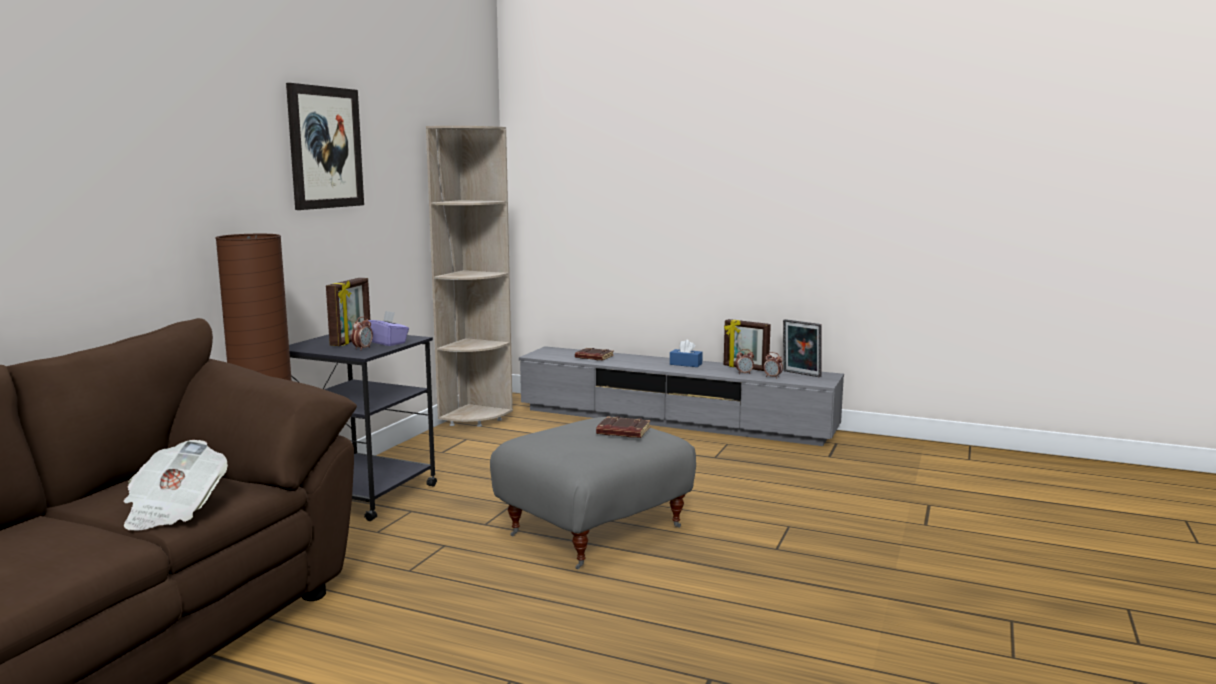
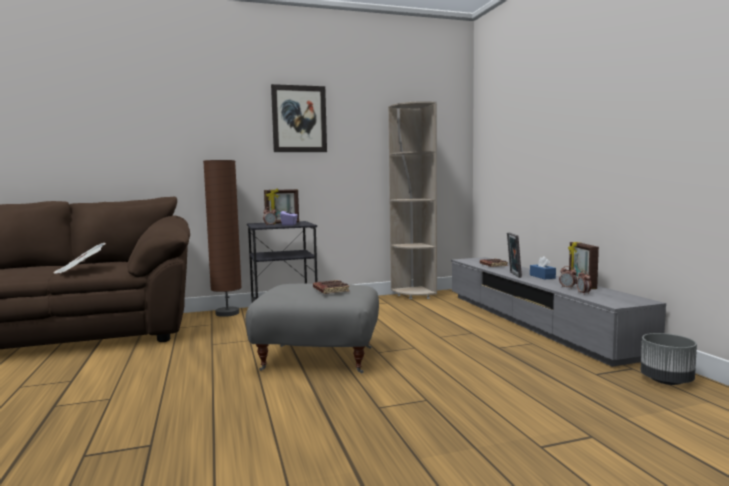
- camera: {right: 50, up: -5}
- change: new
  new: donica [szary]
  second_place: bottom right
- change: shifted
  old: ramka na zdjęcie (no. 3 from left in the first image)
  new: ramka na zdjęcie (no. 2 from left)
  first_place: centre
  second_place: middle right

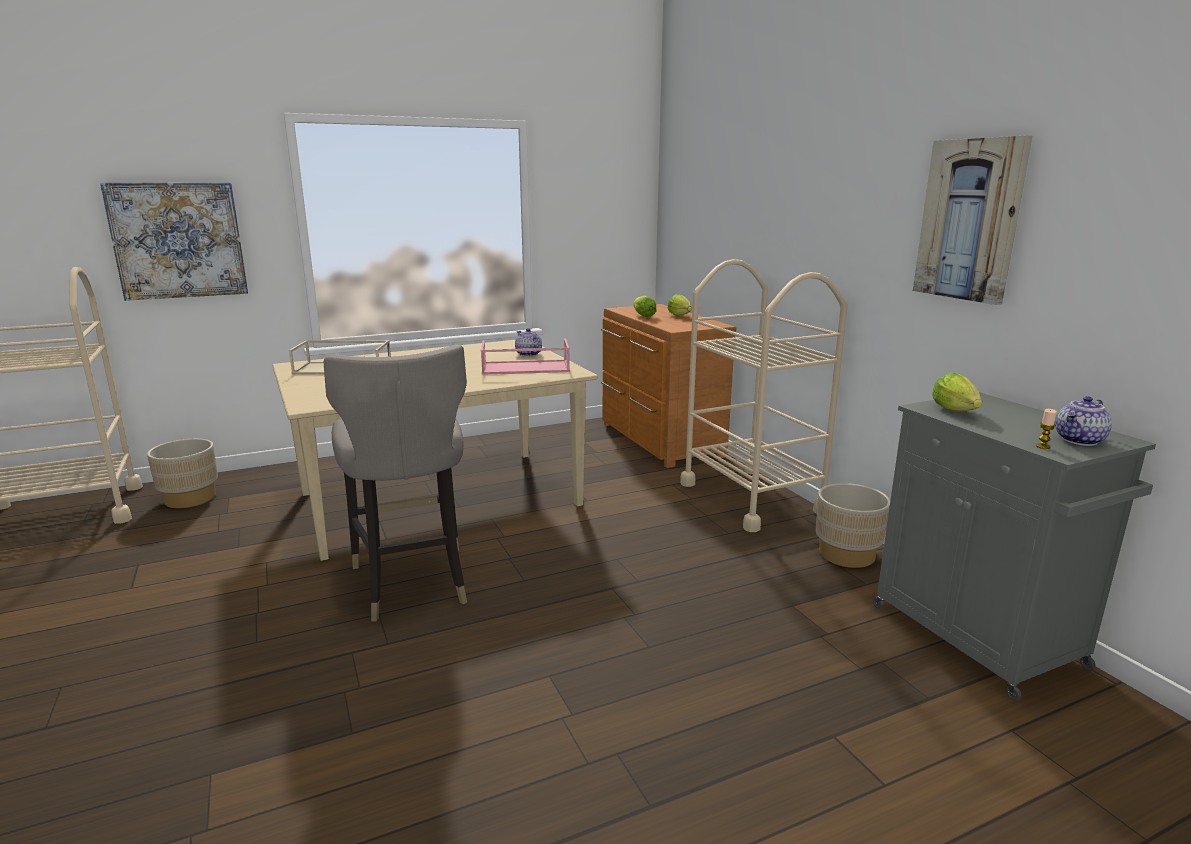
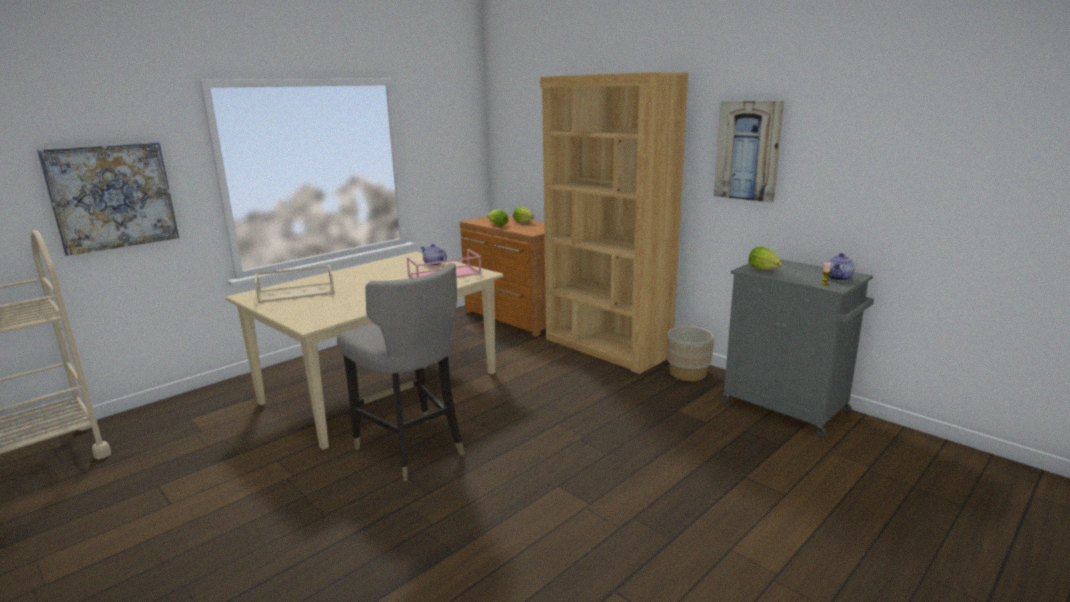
- camera: {right: -20, up: 0}
- change: gone
  old: donica [beżowy] (no. 1 from left)
  first_place: middle left
- change: swapped
  old: wózek [beżowy] (no. 2 from left)
  new: regał [brązowy]
  first_place: centre
  second_place: centre

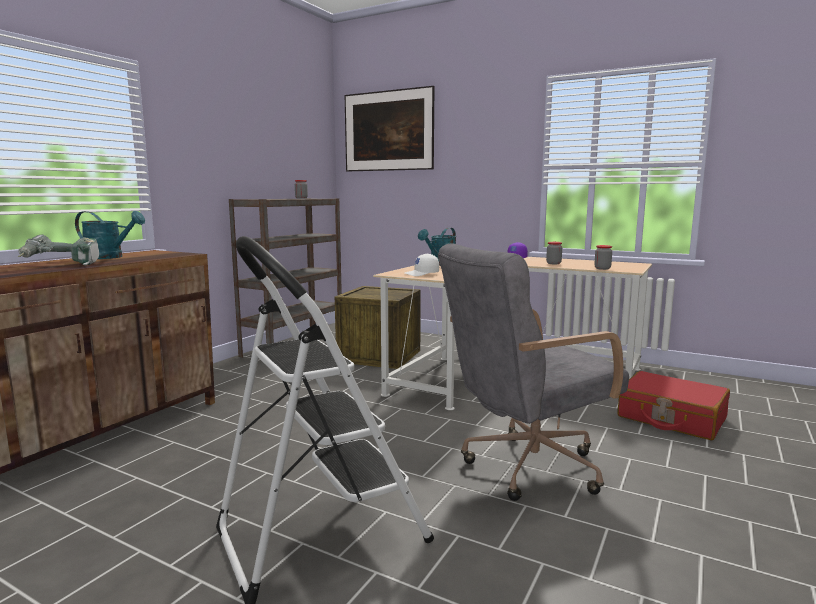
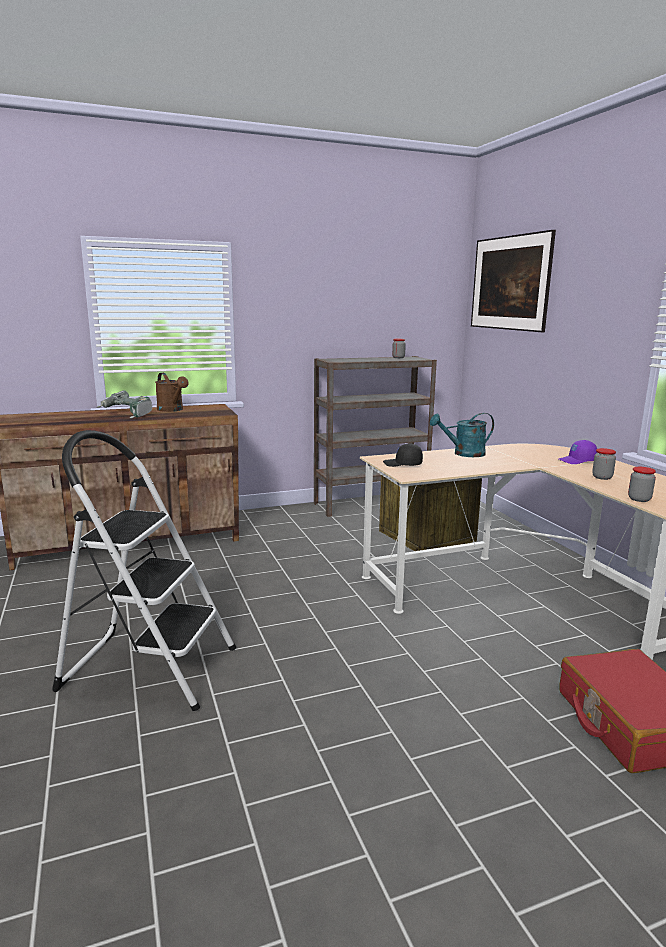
- camera: {right: 40, up: 5}
- change: gone
  old: krzesło biurowe [szary]
  first_place: centre
- change: repainted
  old: konewka [turkusowy] (no. 1 from left)
  new: konewka [brązowy]
  first_place: middle left
  second_place: middle left
- change: repainted
  old: czapka z daszkiem [biały]
  new: czapka z daszkiem [czarny]
  first_place: centre
  second_place: centre

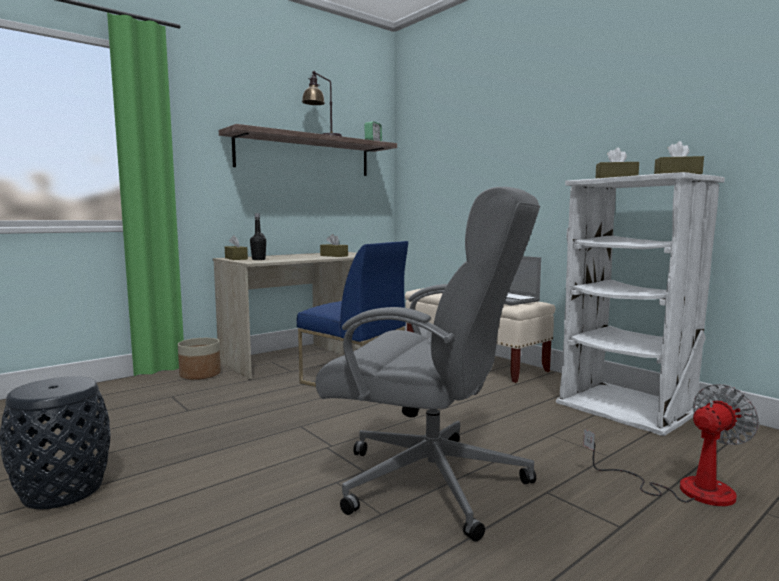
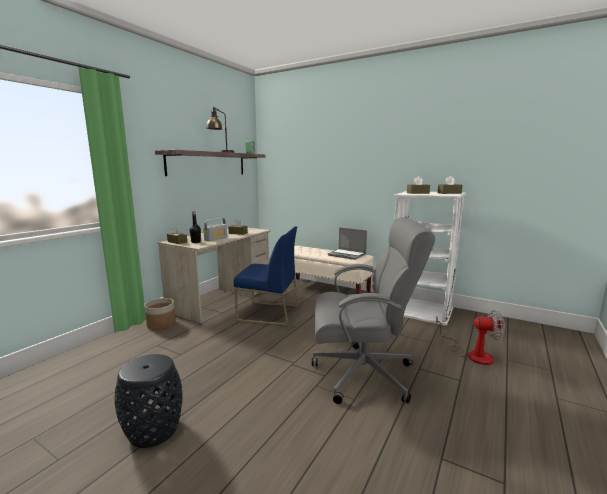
- camera: {right: -20, up: 5}
- change: new
  new: radio
  second_place: centre
- change: rotated
  old: wentylator
  first_place: bottom right
  second_place: bottom right
  degrees: 60

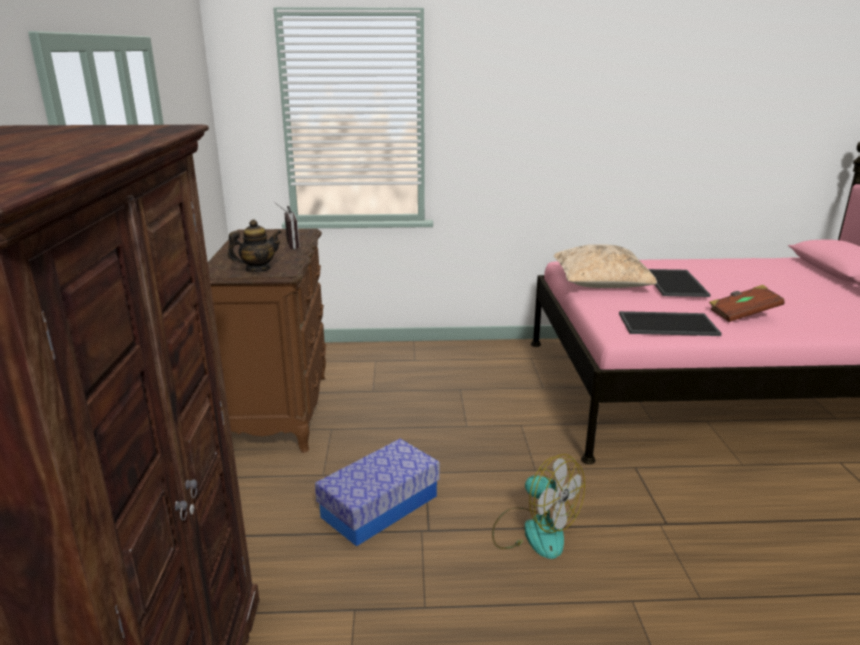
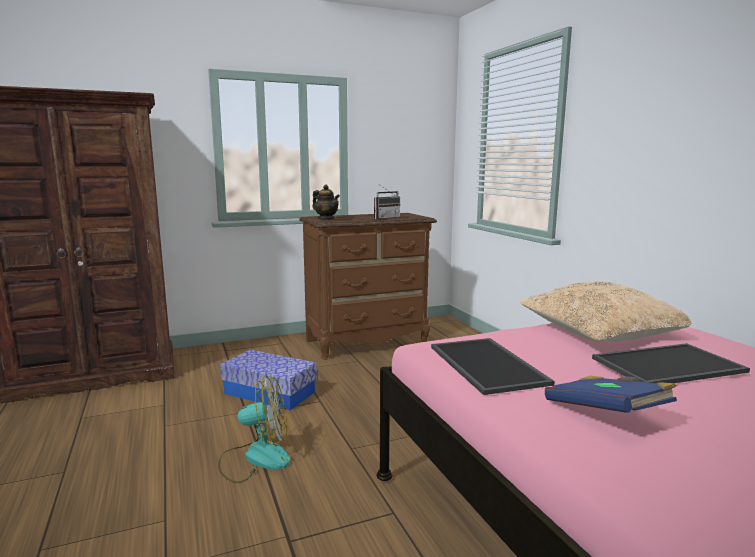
- camera: {right: 70, up: -10}
- change: repainted
  old: książka [brązowy]
  new: książka [niebieski]
  first_place: middle right
  second_place: bottom right
- change: rotated
  old: wentylator
  first_place: bottom centre
  second_place: bottom centre
  degrees: -120

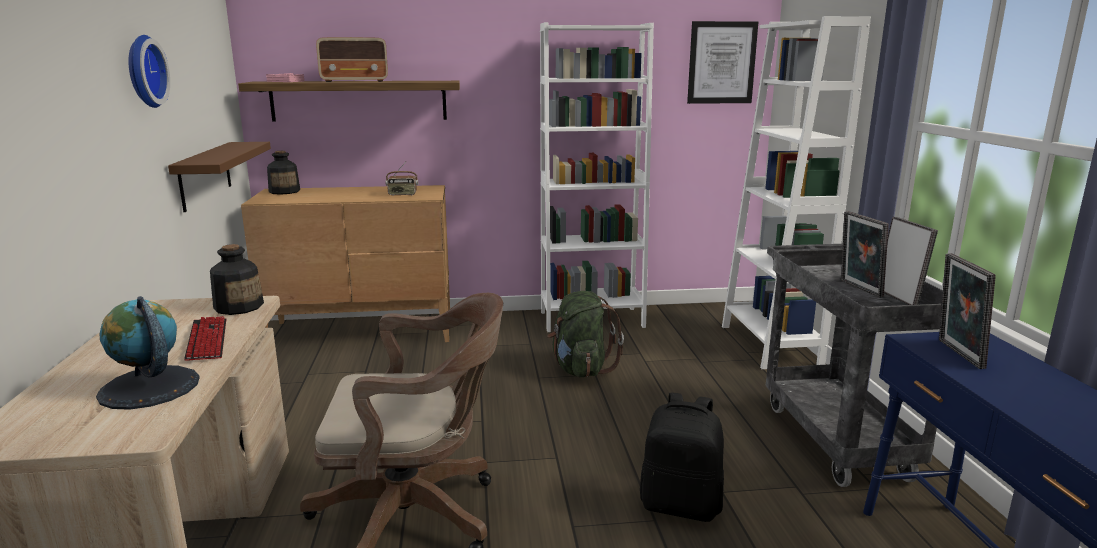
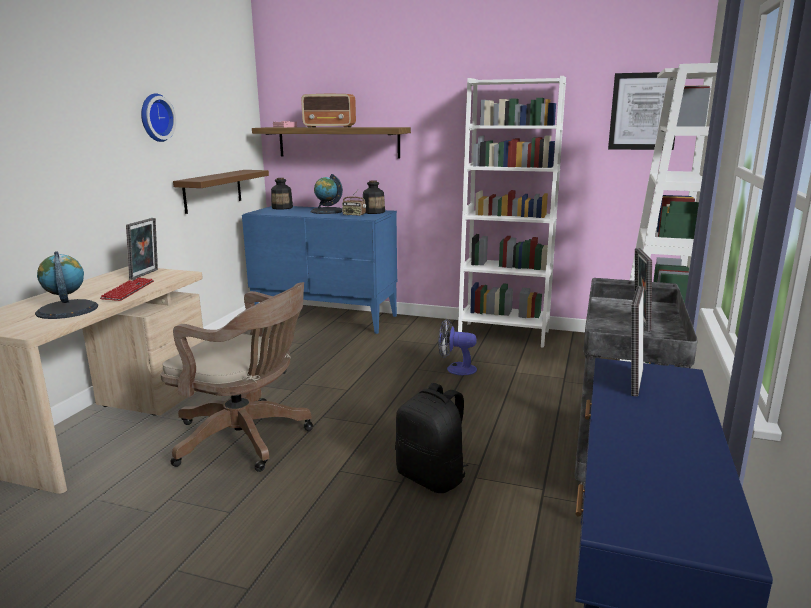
- camera: {right: 25, up: 0}
- change: new
  new: globus (no. 2 from left)
  second_place: top centre
- change: shifted
  old: butelka (no. 1 from left in the first image)
  new: butelka (no. 2 from left)
  first_place: middle left
  second_place: top centre
- change: shifted
  old: ramka na zdjęcie (no. 2 from left in the first image)
  new: ramka na zdjęcie (no. 1 from left)
  first_place: middle right
  second_place: middle left
- change: swapped
  old: plecak [zielony]
  new: wentylator
  first_place: centre
  second_place: centre
- change: repainted
  old: szafka [brązowy]
  new: szafka [niebieski]
  first_place: middle left
  second_place: centre

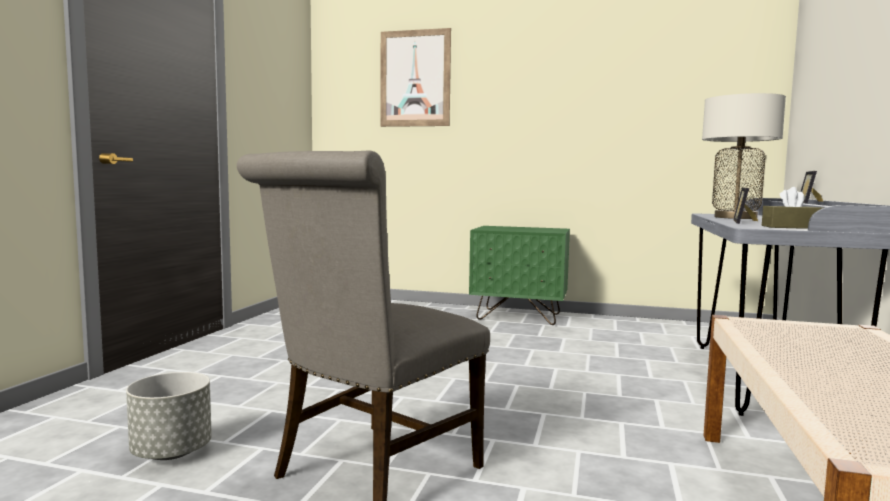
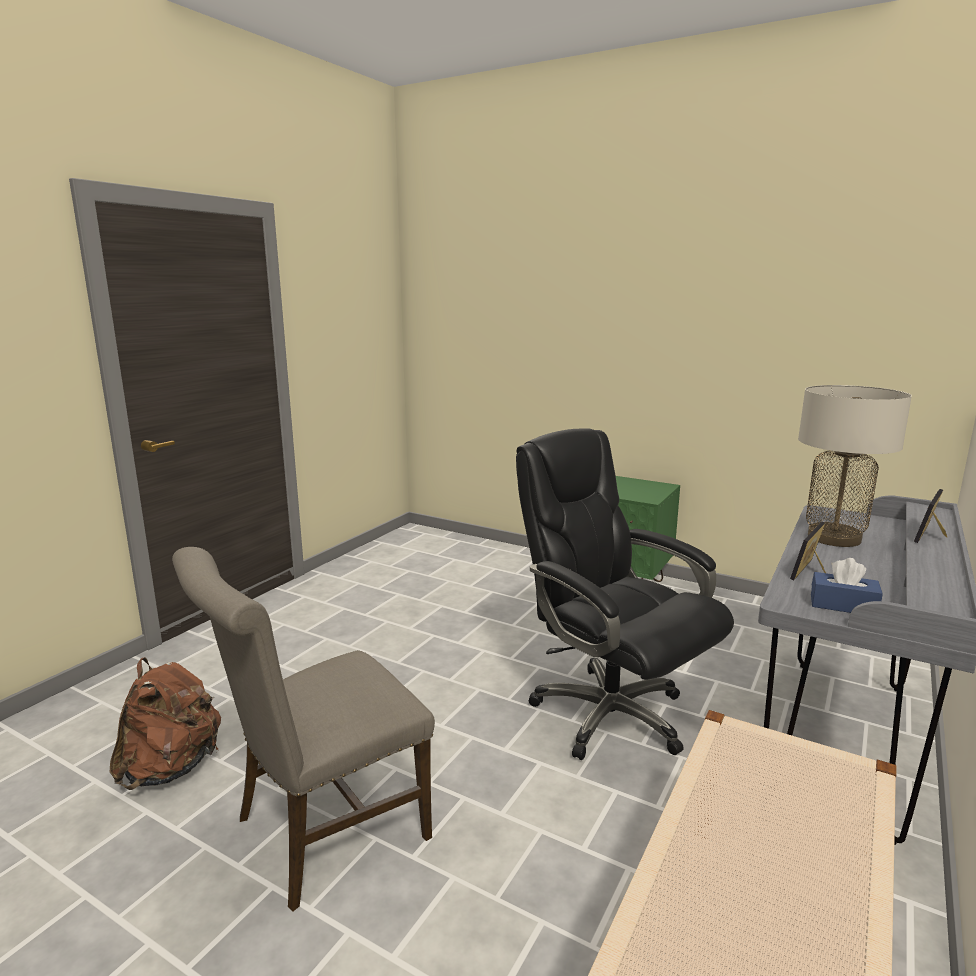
- camera: {right: 15, up: 10}
- change: gone
  old: obraz
  first_place: top centre
- change: new
  new: krzesło biurowe [czarny]
  second_place: centre
- change: swapped
  old: donica [szary]
  new: plecak [brązowy]
  first_place: bottom left
  second_place: bottom left
- change: repainted
  old: pudełko chusteczek [brązowy]
  new: pudełko chusteczek [niebieski]
  first_place: middle right
  second_place: middle right

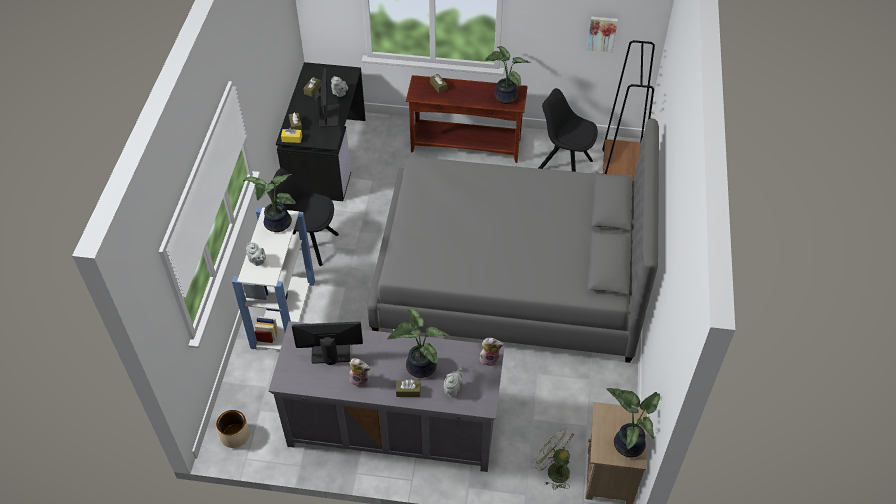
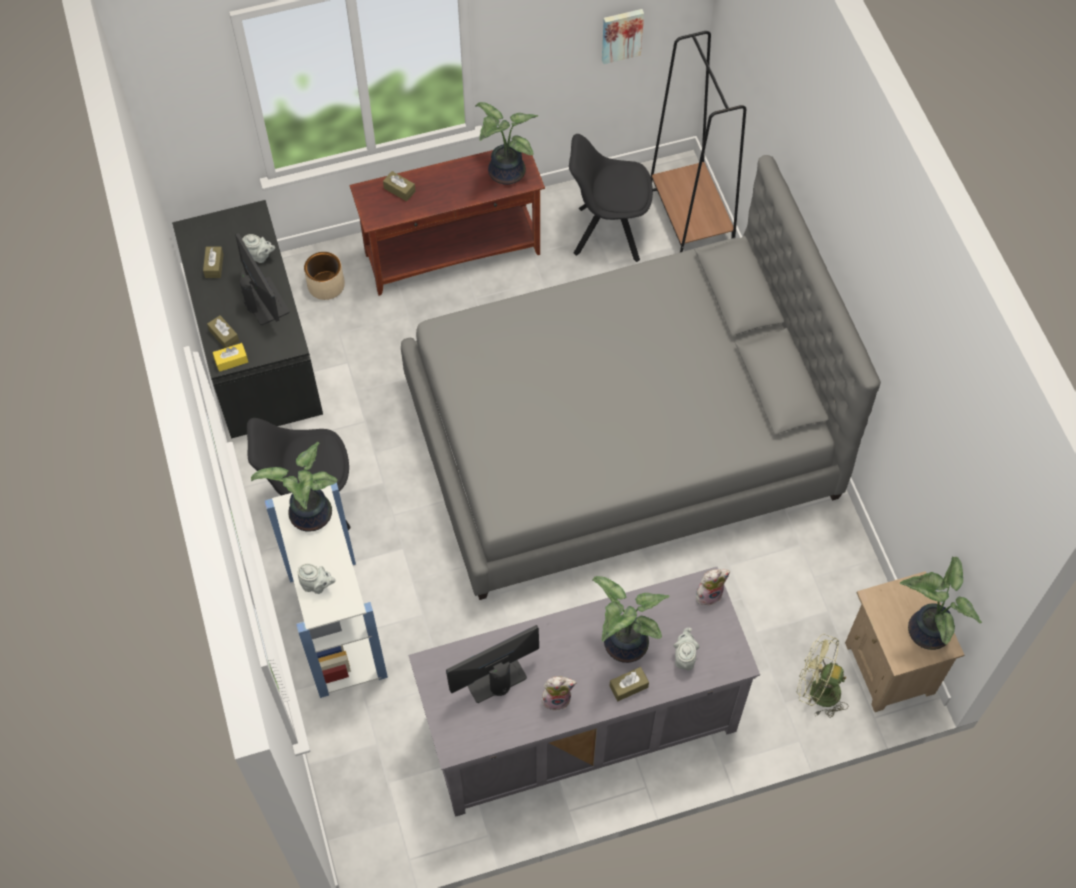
- camera: {right: -25, up: 10}
- change: shifted
  old: donica [beżowy]
  first_place: bottom left
  second_place: top left

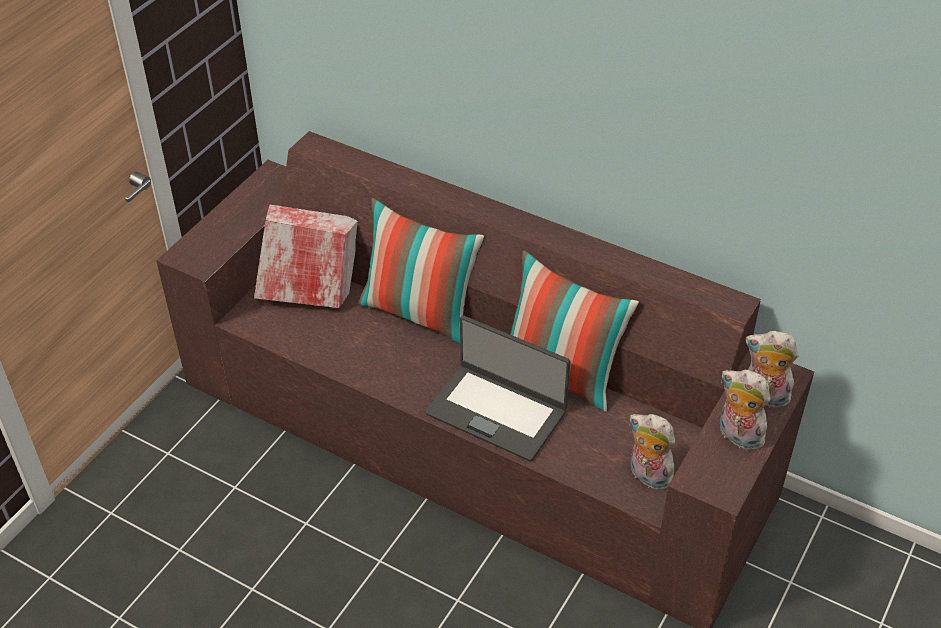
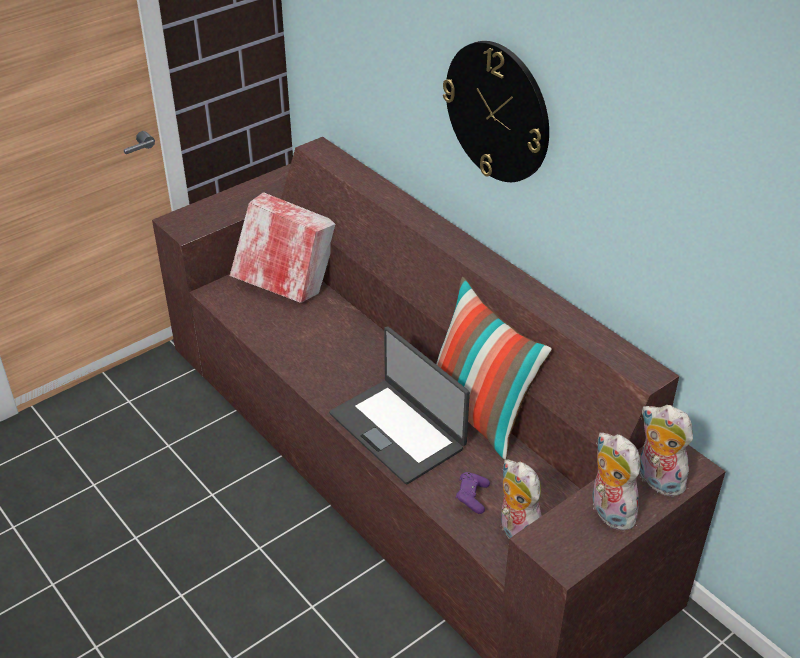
- camera: {right: 20, up: -5}
- change: gone
  old: poduszka (no. 1 from left)
  first_place: centre
- change: new
  new: zegar ścienny
  second_place: top centre
- change: new
  new: pad do gier [fioletowy]
  second_place: bottom centre

